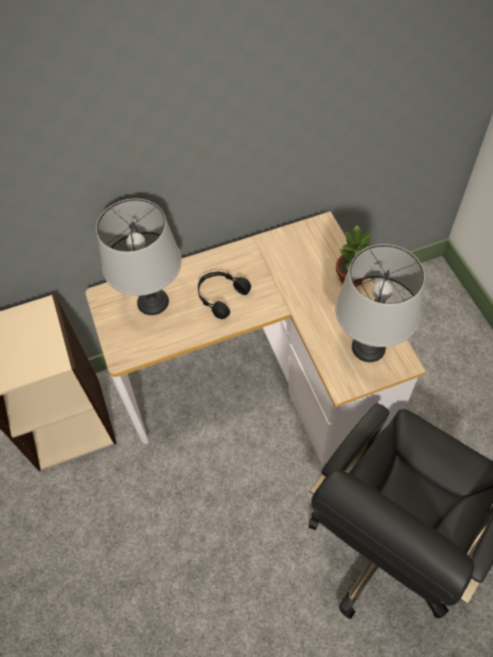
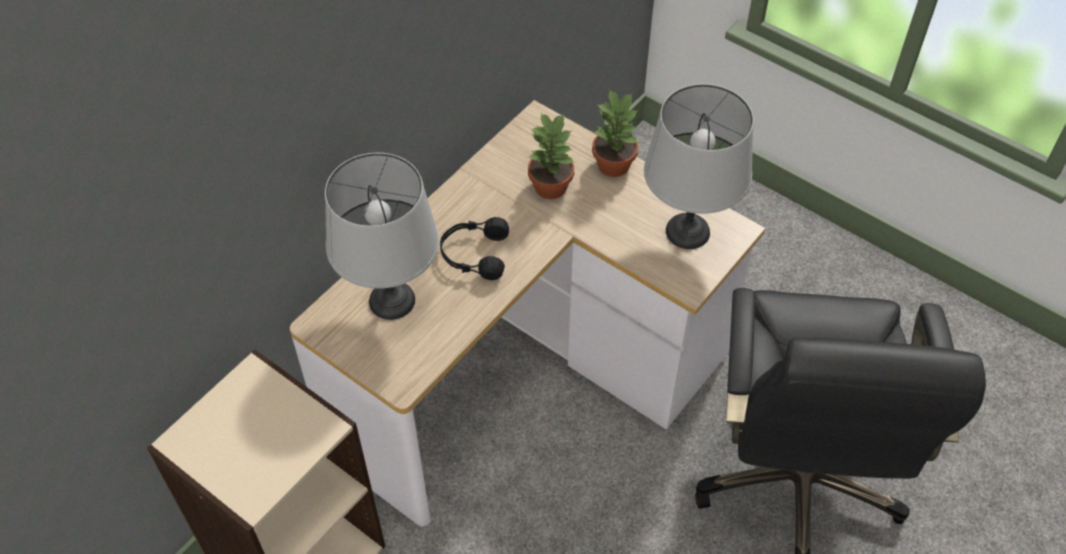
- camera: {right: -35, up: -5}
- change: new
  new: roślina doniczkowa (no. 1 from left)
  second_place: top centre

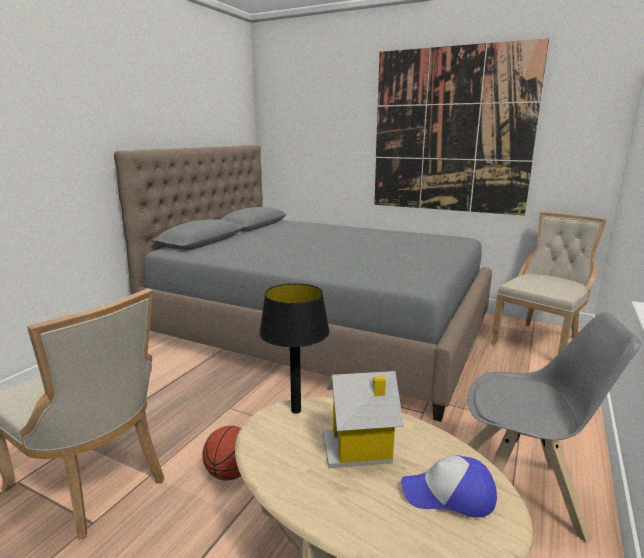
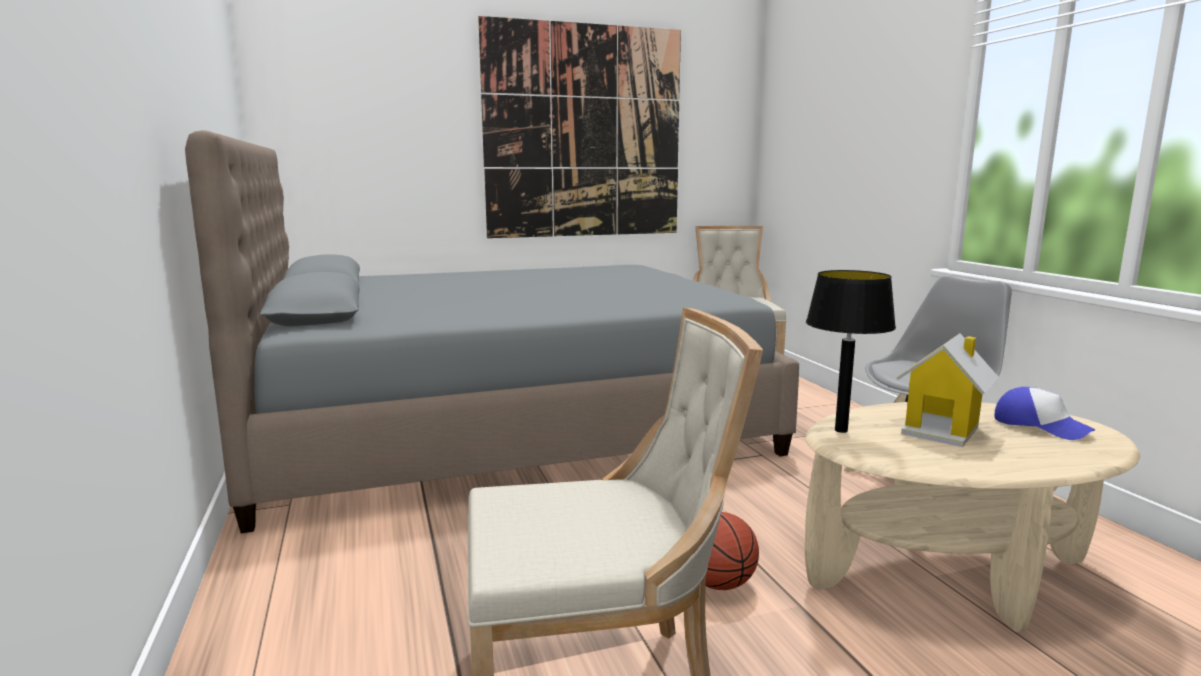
- camera: {right: -45, up: -5}
- change: rotated
  old: czapka z daszkiem
  first_place: bottom right
  second_place: middle right
  degrees: -90

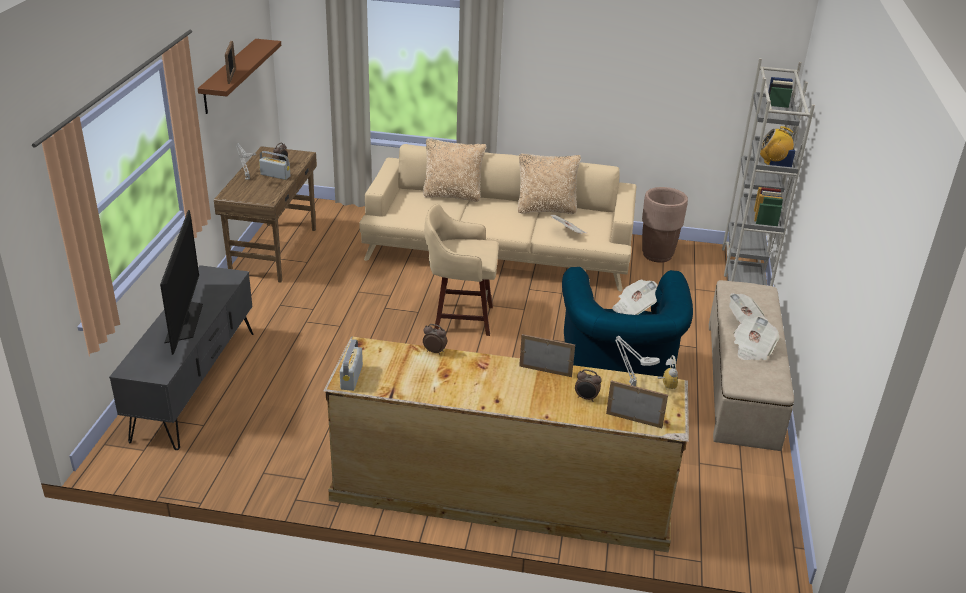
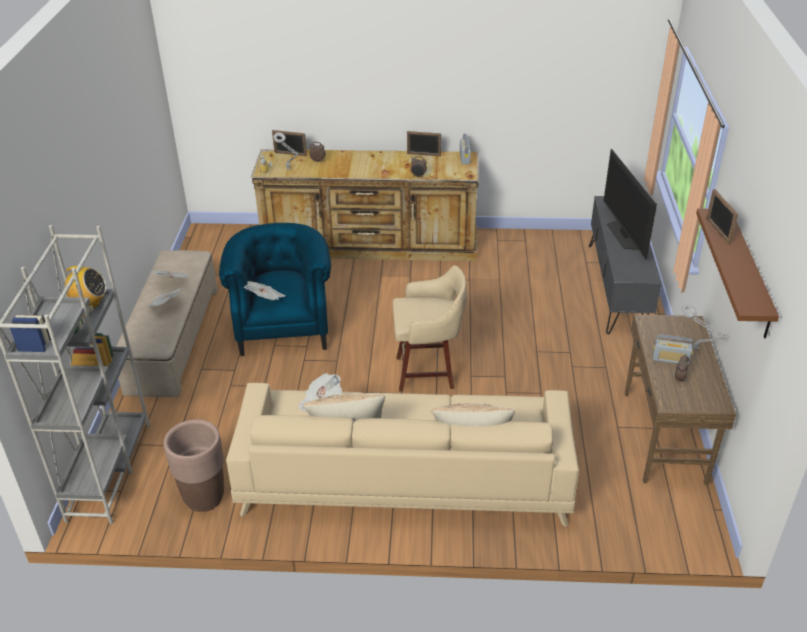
- camera: {right: 175, up: 5}
- change: shifted
  old: ramka na zdjęcie (no. 2 from left)
  first_place: centre
  second_place: top centre

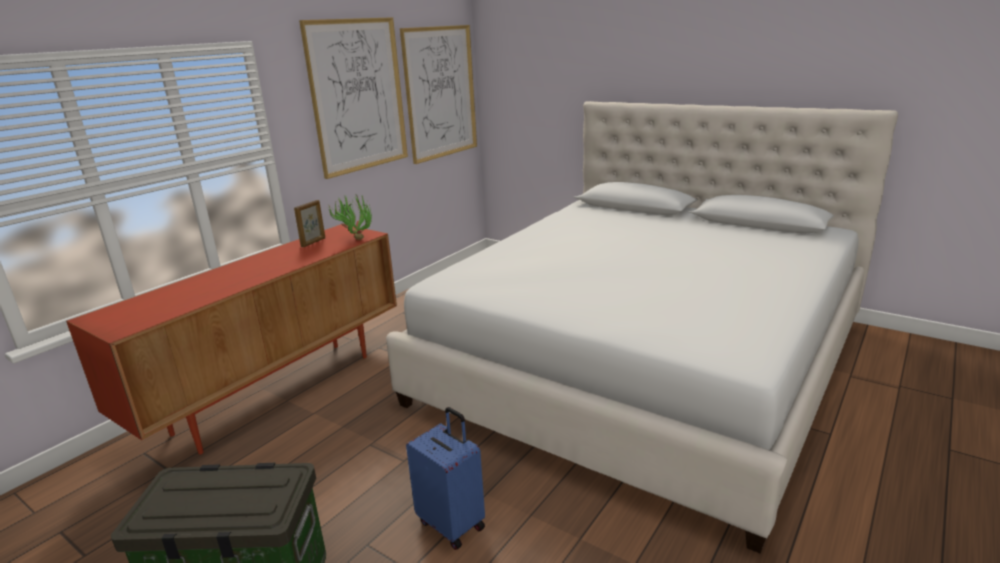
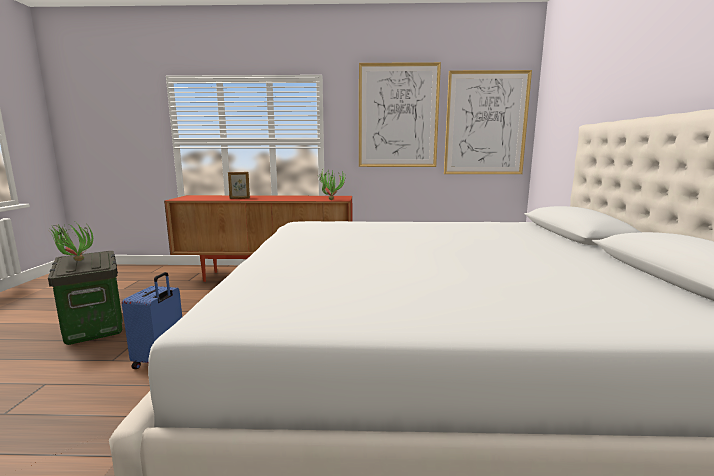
- camera: {right: 55, up: -10}
- change: new
  new: roślina doniczkowa (no. 1 from left)
  second_place: middle left
- change: shifted
  old: ramka na zdjęcie
  first_place: middle left
  second_place: centre

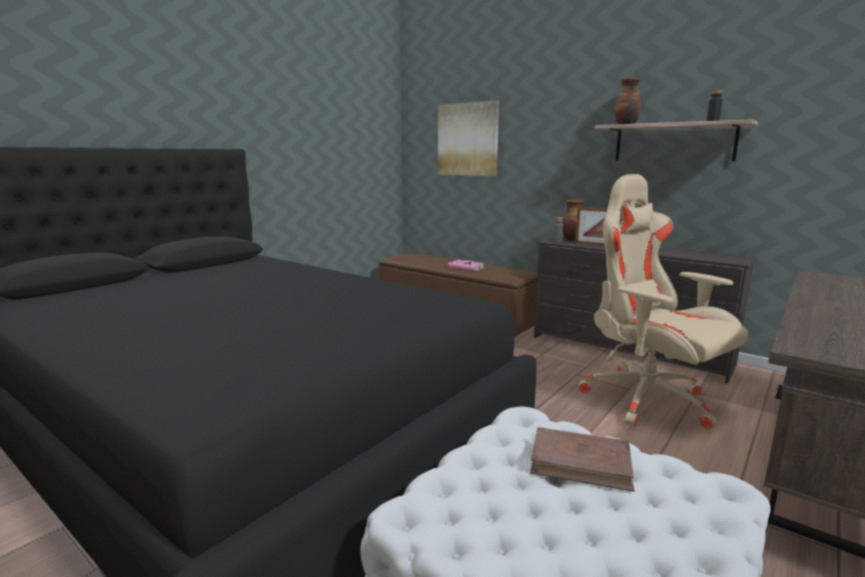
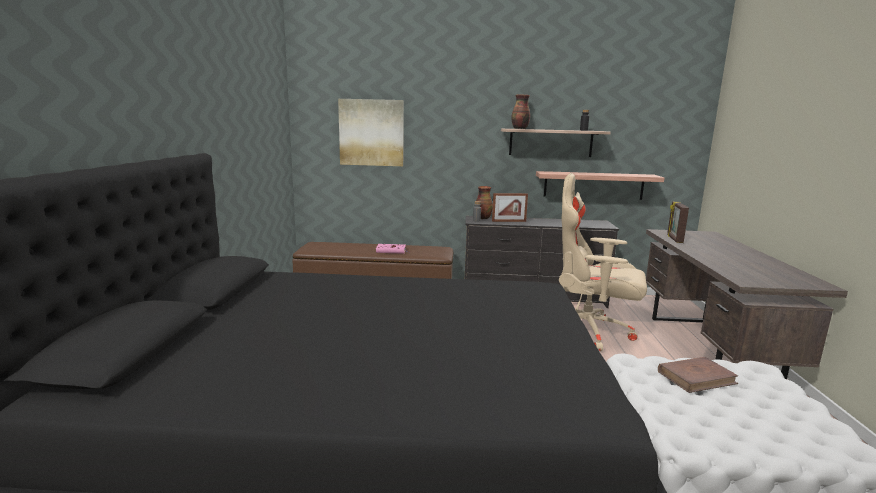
- camera: {right: -35, up: 0}
- change: new
  new: półka (no. 2 from left)
  second_place: middle right
- change: new
  new: ramka na zdjęcie (no. 2 from left)
  second_place: middle right

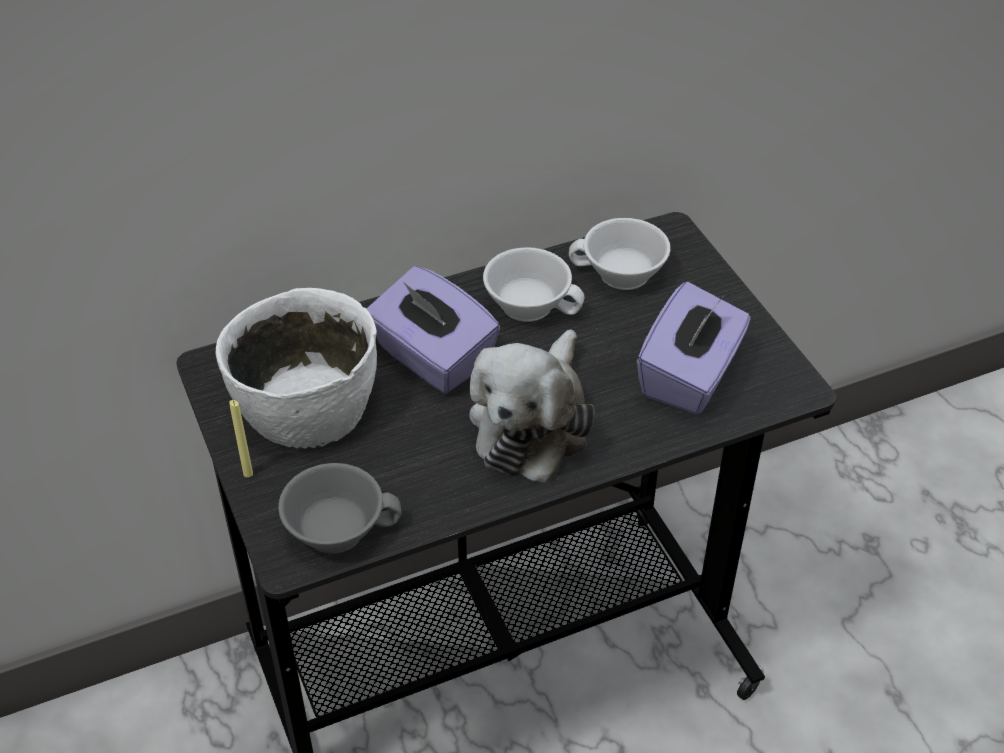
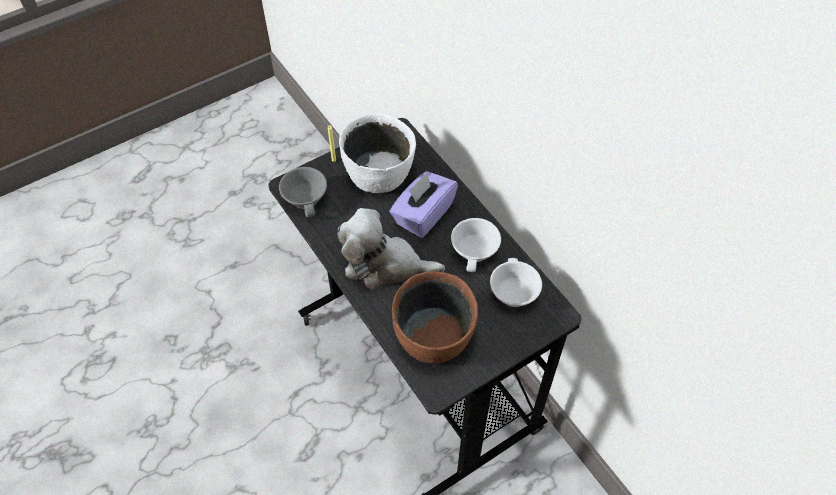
- camera: {right: 80, up: 10}
- change: swapped
  old: pudełko chusteczek [fioletowy] (no. 2 from left)
  new: miska [brązowy]
  first_place: middle right
  second_place: centre

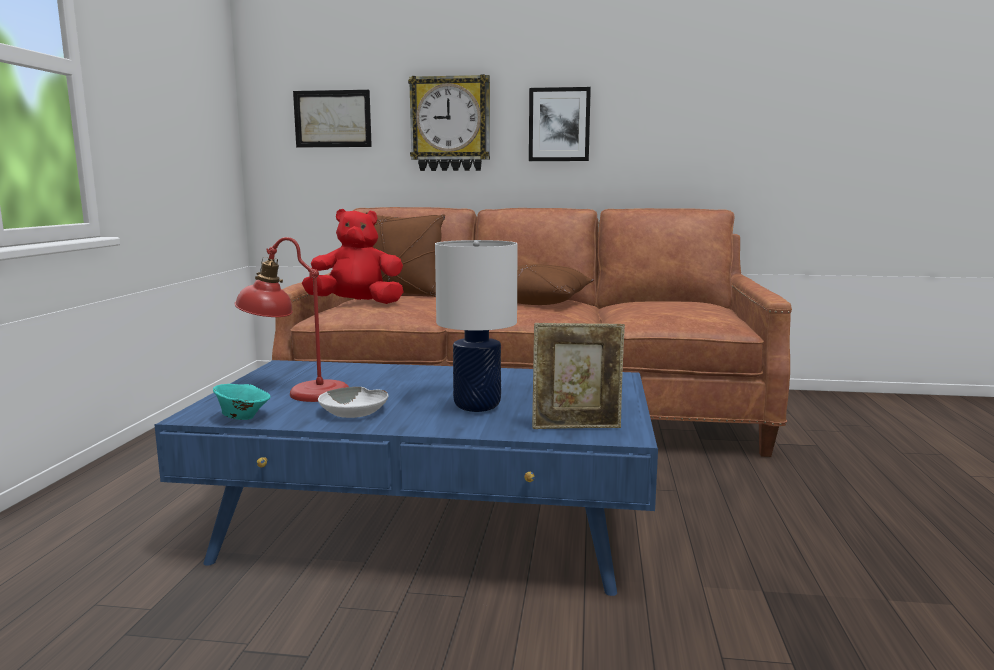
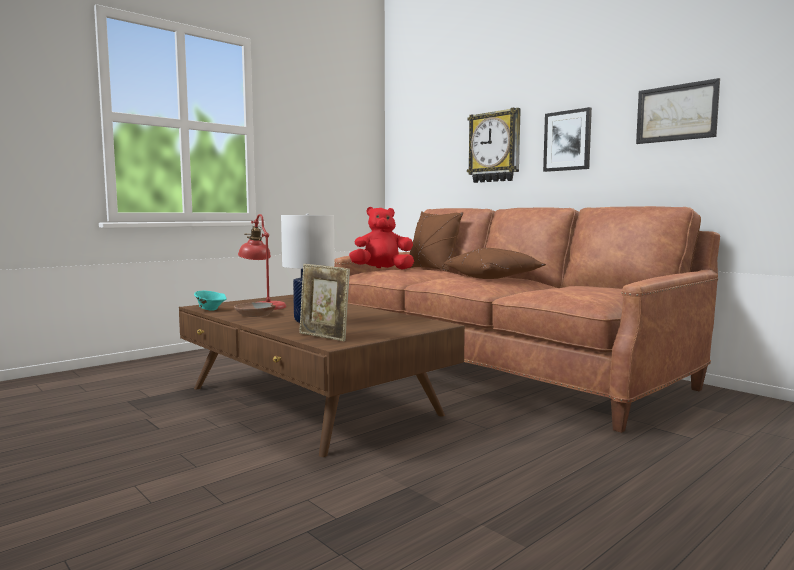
- camera: {right: 40, up: -5}
- change: shifted
  old: obraz (no. 1 from left in the first image)
  new: obraz (no. 2 from left)
  first_place: top centre
  second_place: top right
- change: repainted
  old: ława [niebieski]
  new: ława [brązowy]
  first_place: bottom centre
  second_place: centre
- change: repainted
  old: miska [biały]
  new: miska [brązowy]
  first_place: centre
  second_place: middle left
- change: rotated
  old: pluszak [czerwony]
  first_place: centre
  second_place: centre
  degrees: -45

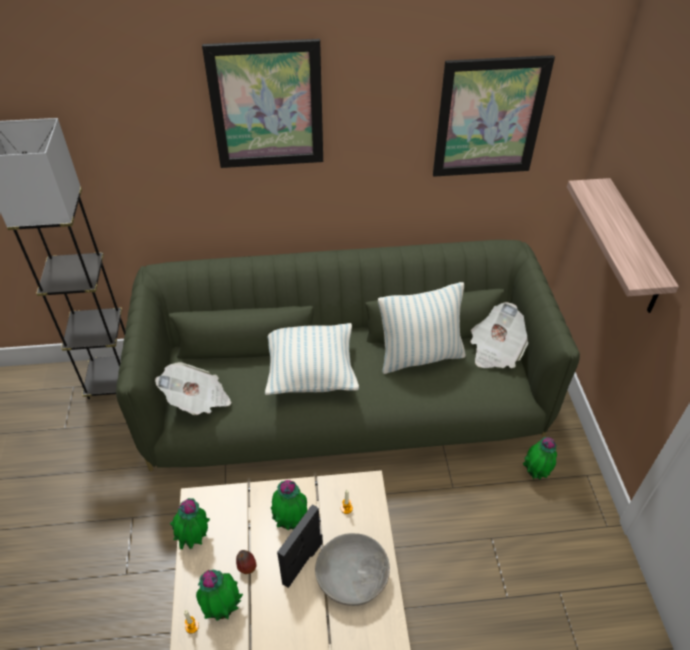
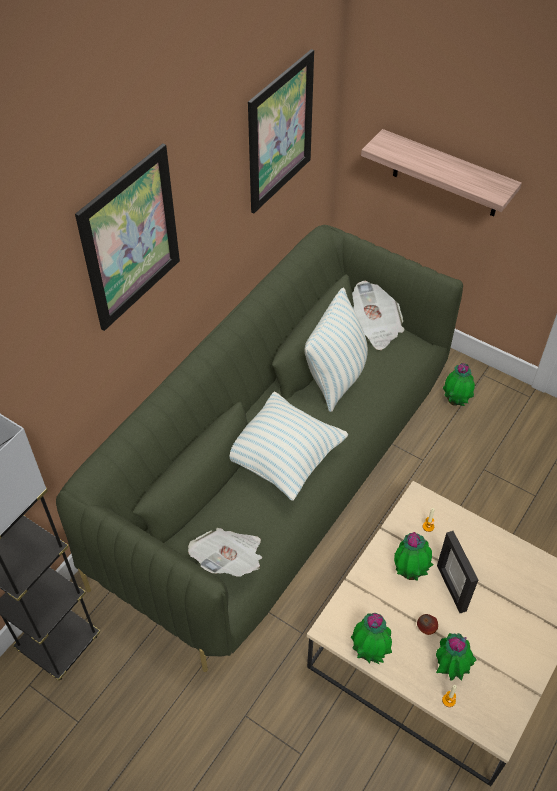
- camera: {right: -50, up: 5}
- change: gone
  old: miska [szary]
  first_place: bottom centre

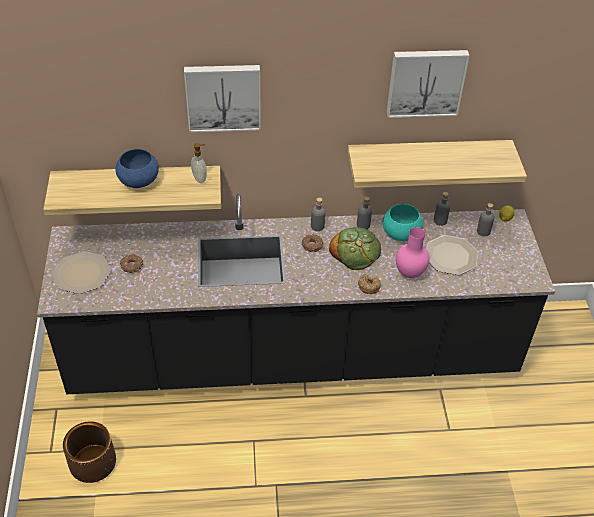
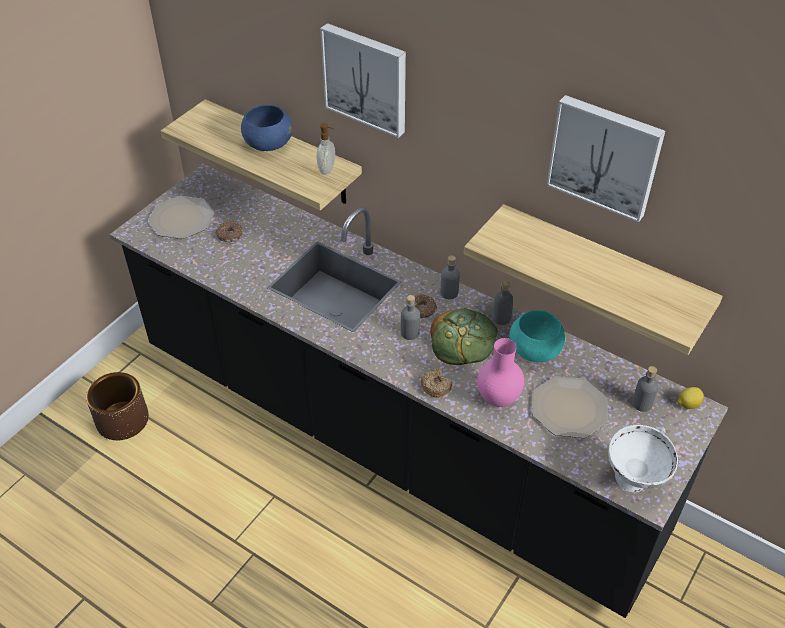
- camera: {right: 40, up: 0}
- change: new
  new: miska [biały]
  second_place: bottom right
- change: shifted
  old: butelka [szary] (no. 3 from left in the first image)
  new: butelka [szary] (no. 1 from left)
  first_place: middle right
  second_place: centre

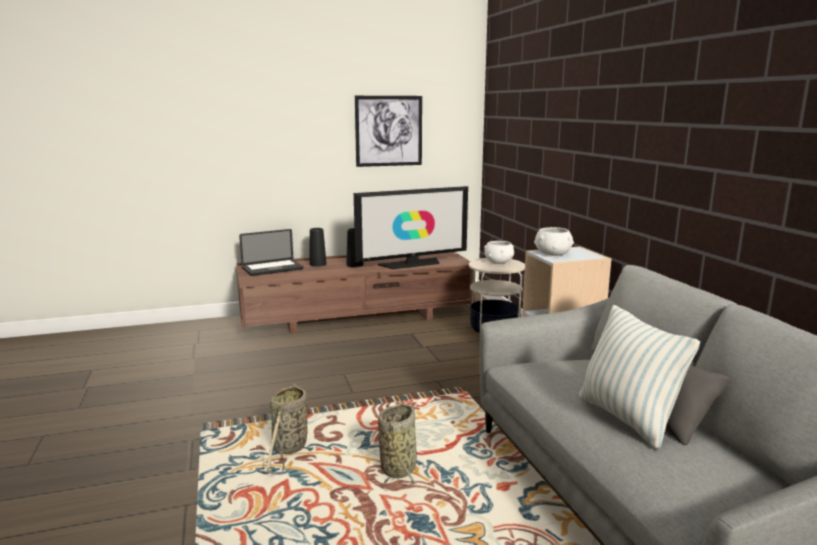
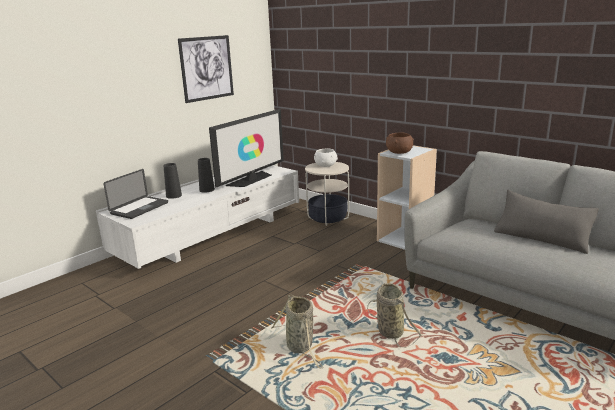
- camera: {right: -30, up: 5}
- change: gone
  old: poduszka
  first_place: bottom right
- change: repainted
  old: szafka pod telewizor [brązowy]
  new: szafka pod telewizor [biały]
  first_place: centre
  second_place: middle left
- change: repainted
  old: miska [biały] (no. 2 from left)
  new: miska [brązowy]
  first_place: middle right
  second_place: centre

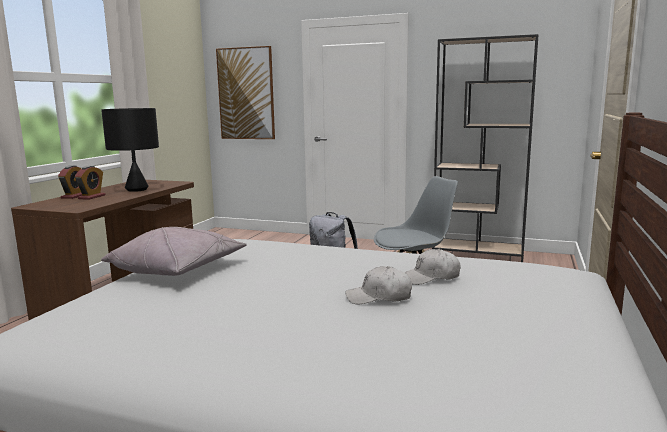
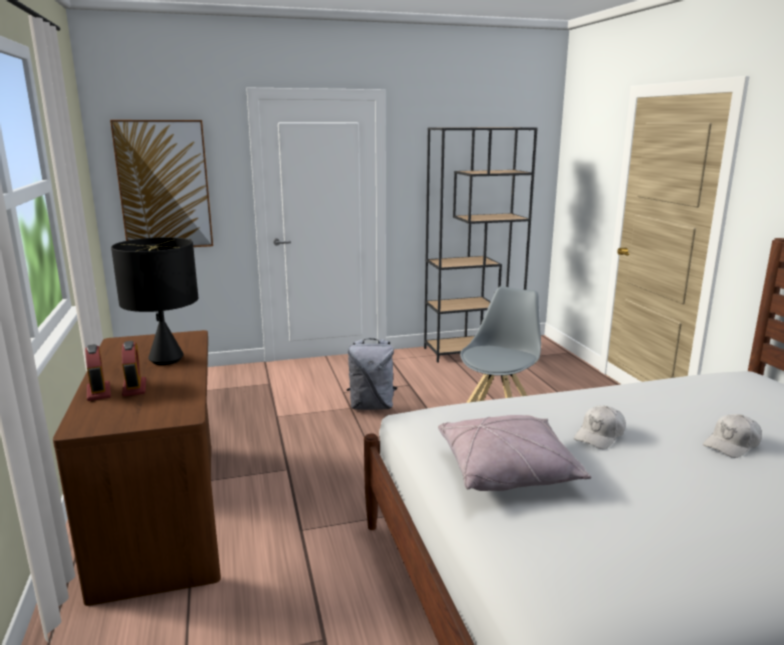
- camera: {right: -35, up: 5}
- change: shifted
  old: czapka z daszkiem [biały] (no. 2 from left in the first image)
  new: czapka z daszkiem [biały] (no. 1 from left)
  first_place: centre
  second_place: middle right

